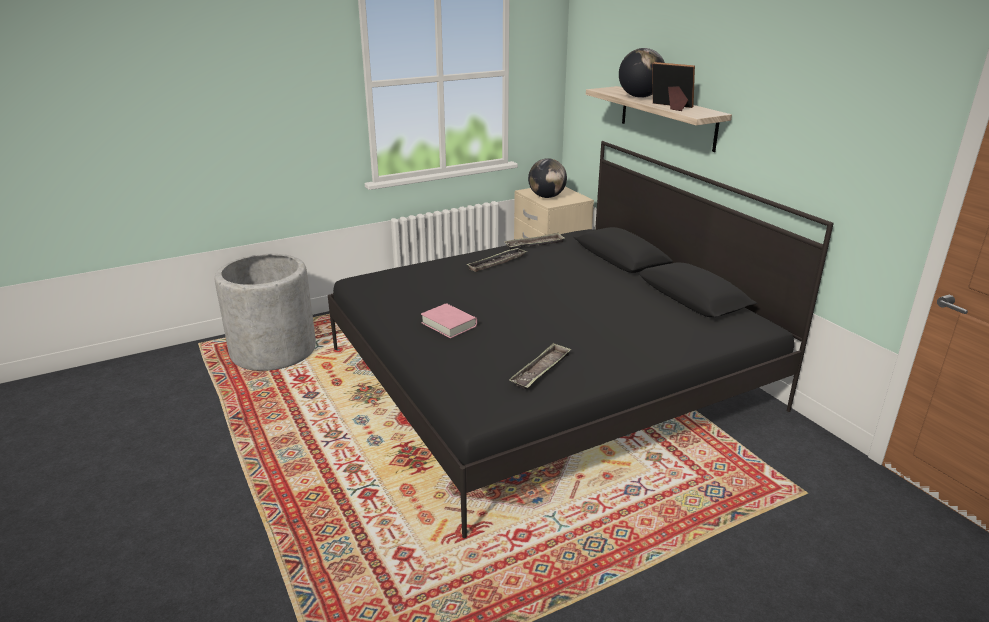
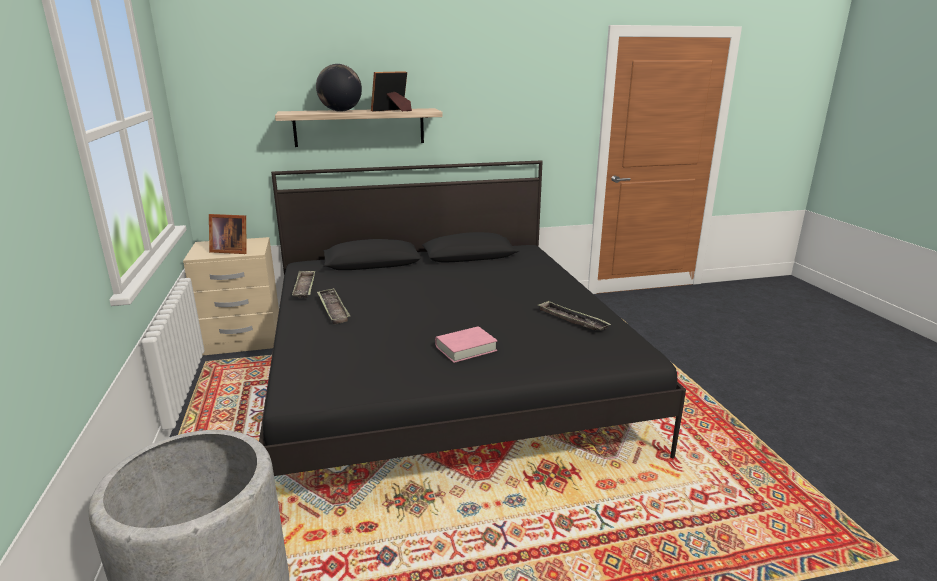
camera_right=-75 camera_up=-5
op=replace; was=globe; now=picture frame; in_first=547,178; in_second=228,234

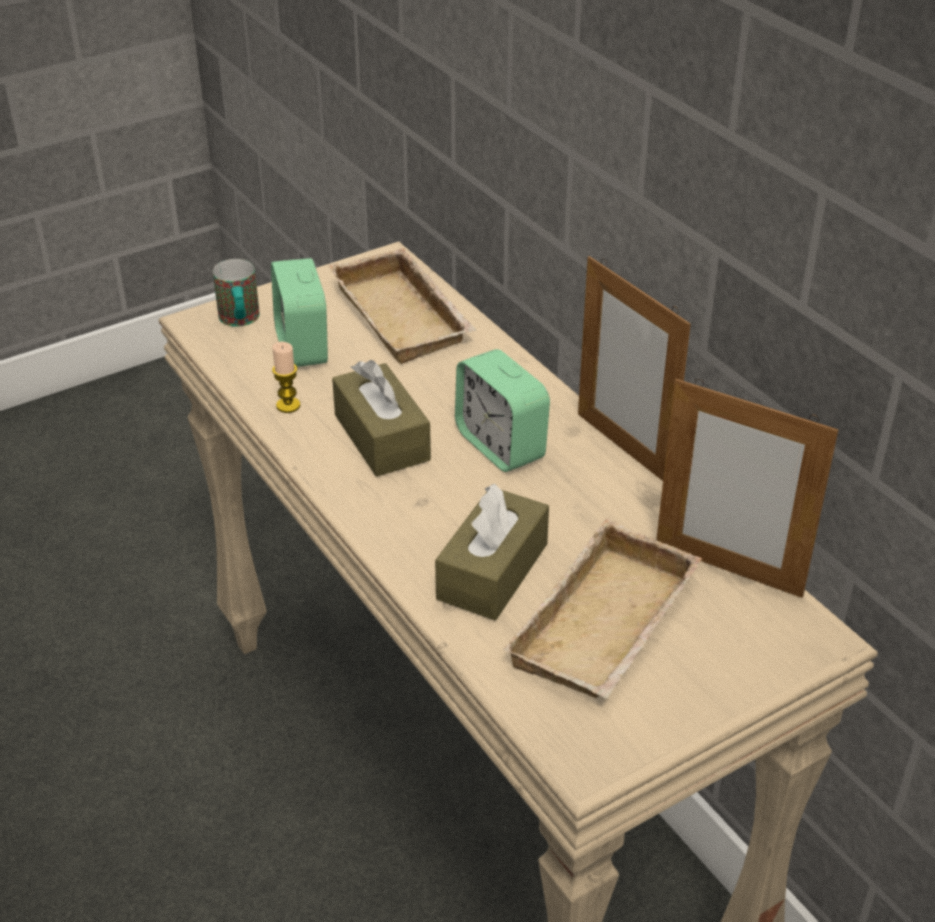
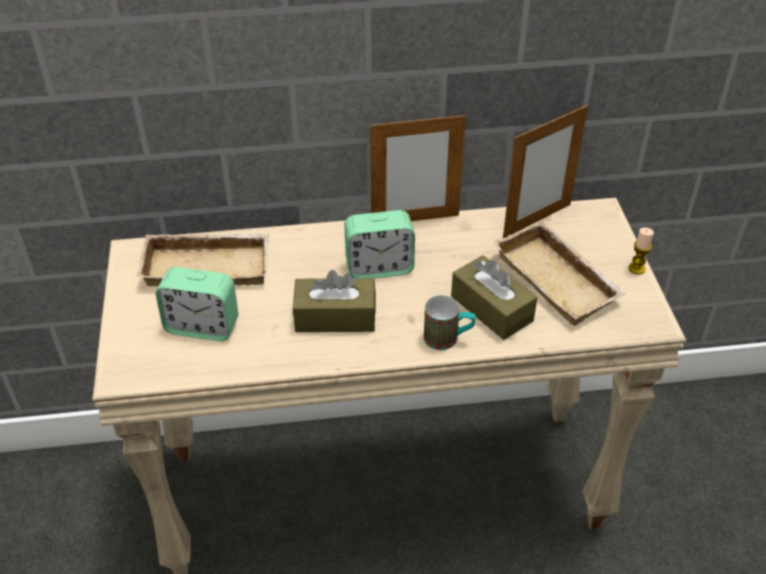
camera_right=-65 camera_up=5
op=move; was=mug; in_first=236,293; in_second=449,322
op=move; was=candle; in_first=286,377; in_second=641,250

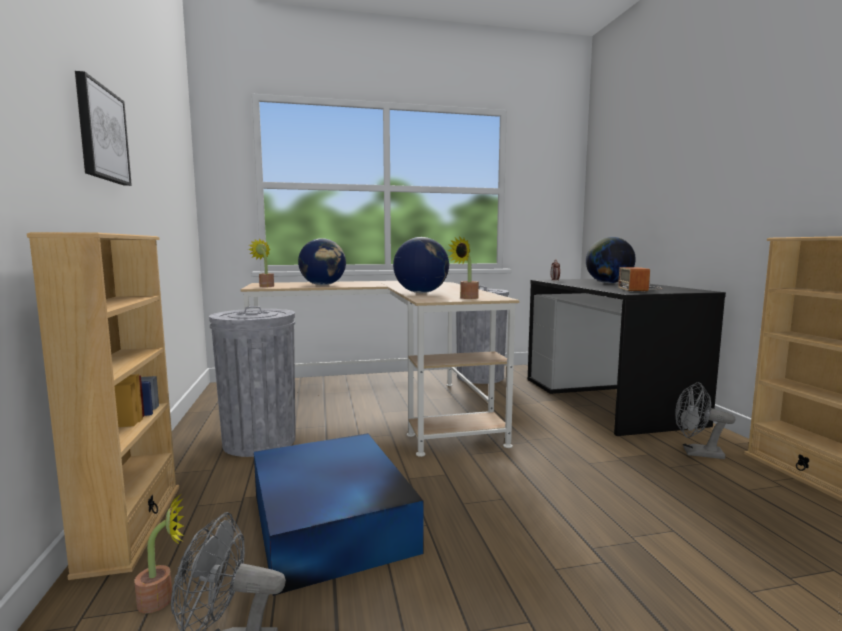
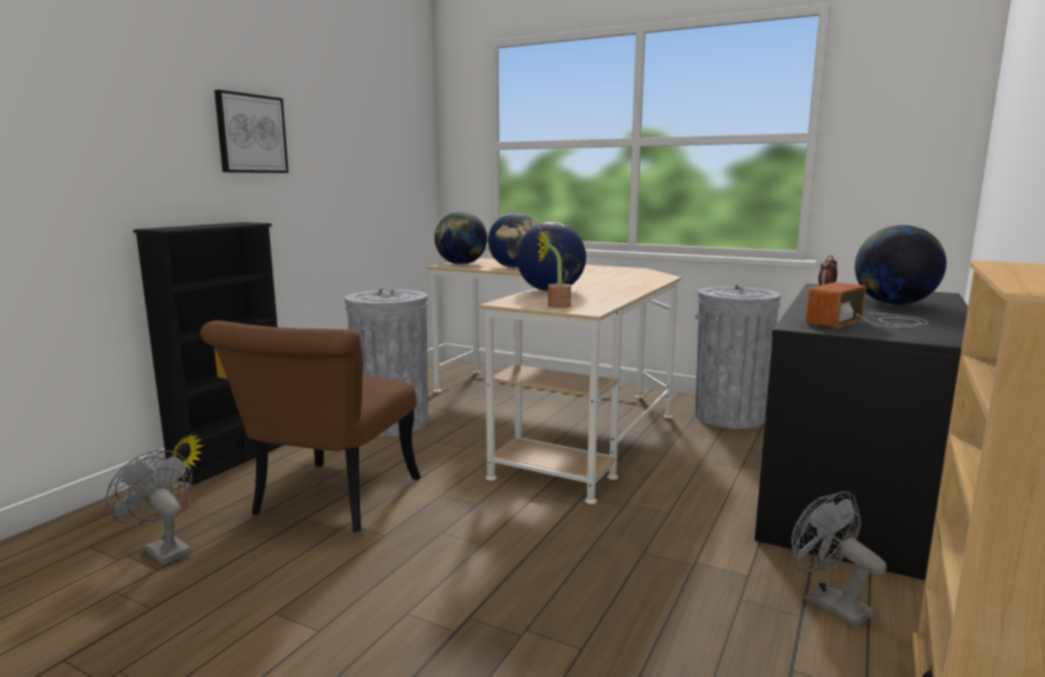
camera_right=40 camera_up=5
op=replace; was=potted plant; now=globe; in_first=261,263; in_second=460,238
op=replace; was=storage box (blue); now=chair (brown); in_first=338,514; in_second=310,426
op=recolor; was=bookcase (beige); now=bookcase (black); in_first=103,406; in_second=208,353

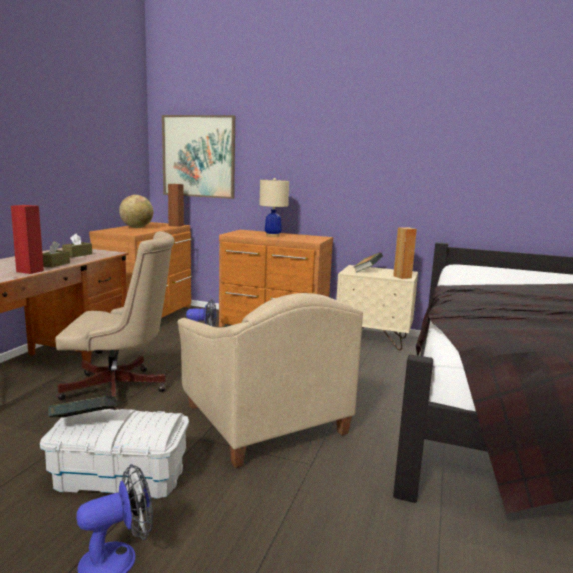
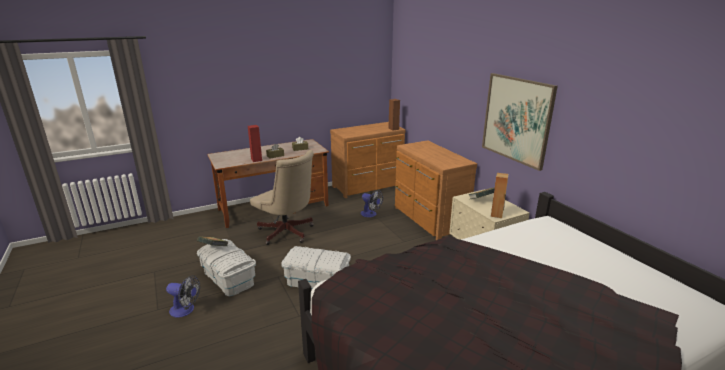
camera_right=45 camera_up=10
op=delete; was=globe; in_first=136,211
op=delete; was=table lamp (beige); in_first=274,207
op=move; was=picture; in_first=198,157; in_second=520,122
op=replace; was=armchair (beige); now=storage box (white); in_first=270,380; in_second=316,267

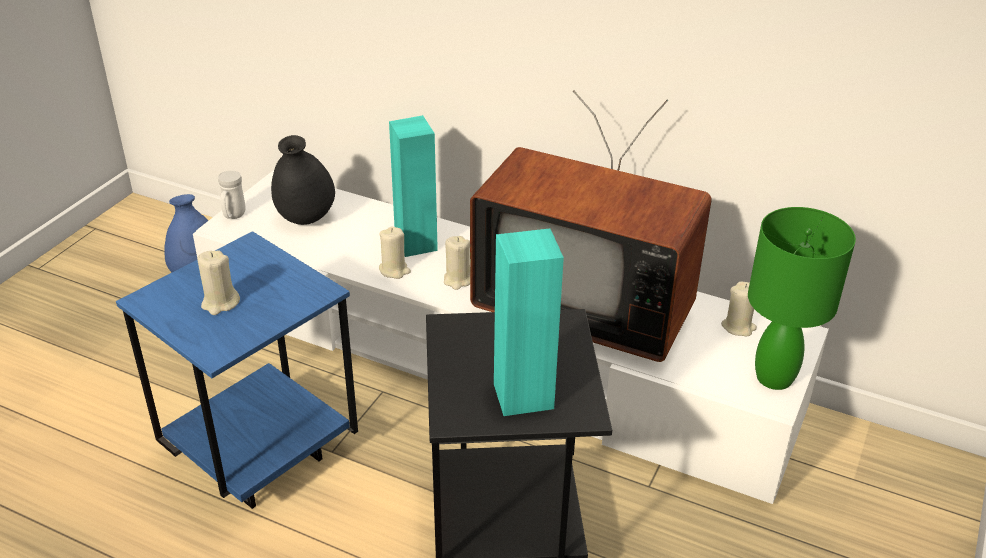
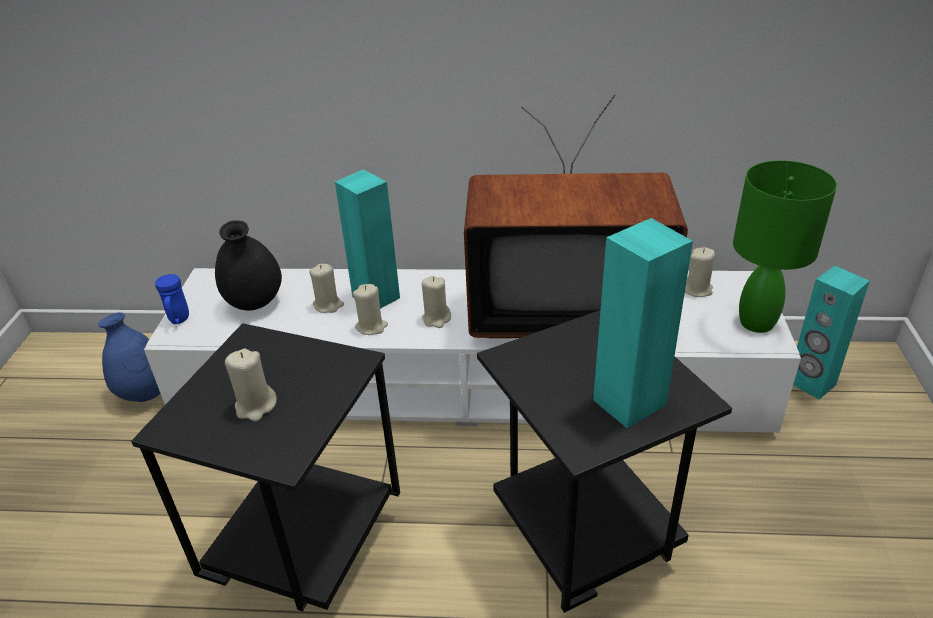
camera_right=-20 camera_up=0
op=insert; now=candle (beige); in_second=326,288
op=insert; now=speaker (turquoise); in_second=831,332
op=recolor; was=side table (blue); now=side table (black); in_first=237,370; in_second=265,467
op=recolor; was=mug (white); now=mug (blue); in_first=231,195; in_second=172,299

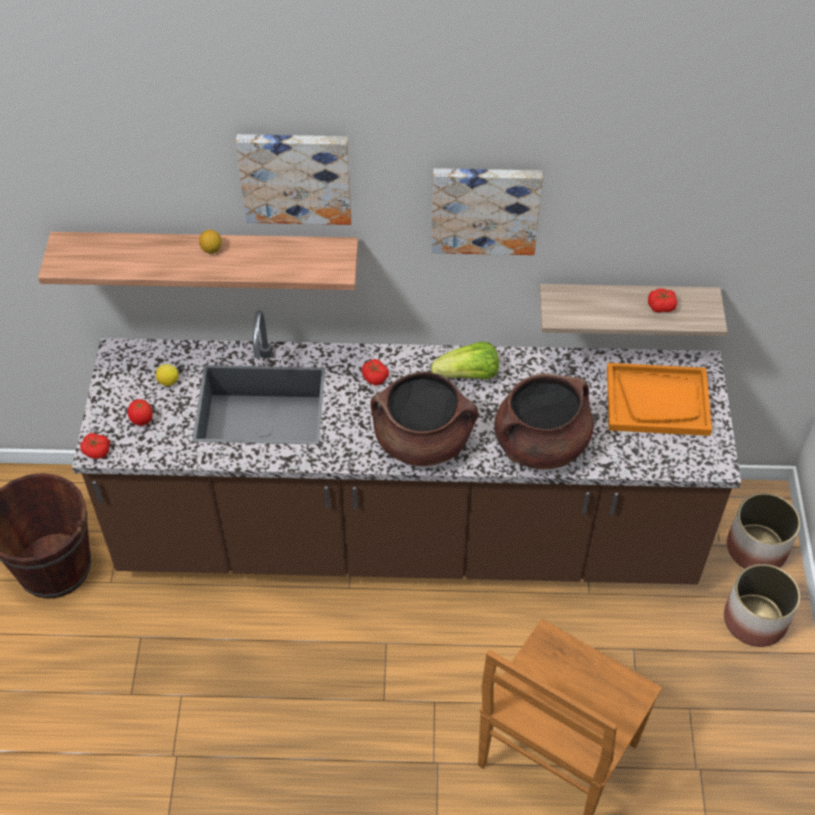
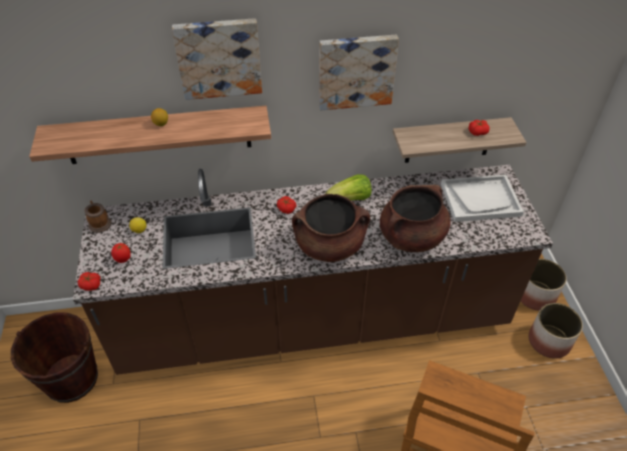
camera_right=-10 camera_up=-5
op=insert; now=mug; in_second=98,216
op=recolor; was=tray (orange); now=tray (white); in_first=659,399; in_second=482,198

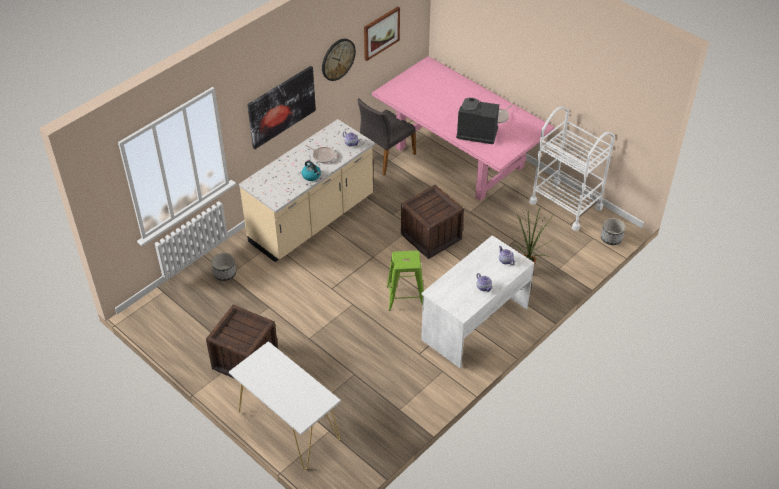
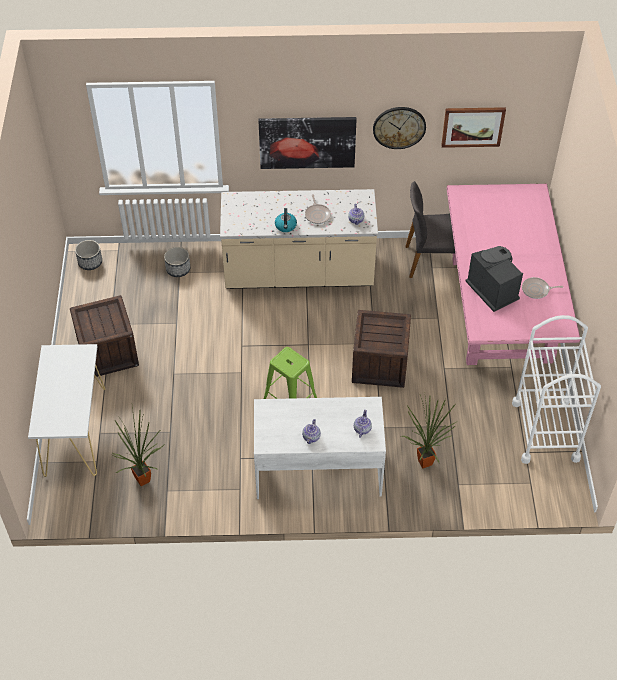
camera_right=45 camera_up=5
op=insert; now=potted plant; in_second=139,446
op=move; was=planter; in_first=613,231; in_second=88,255

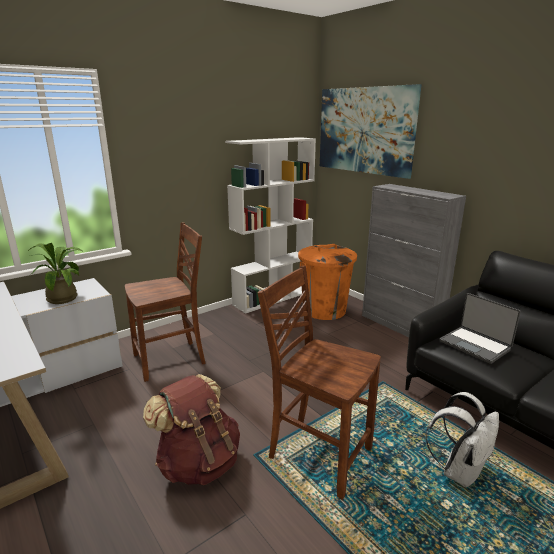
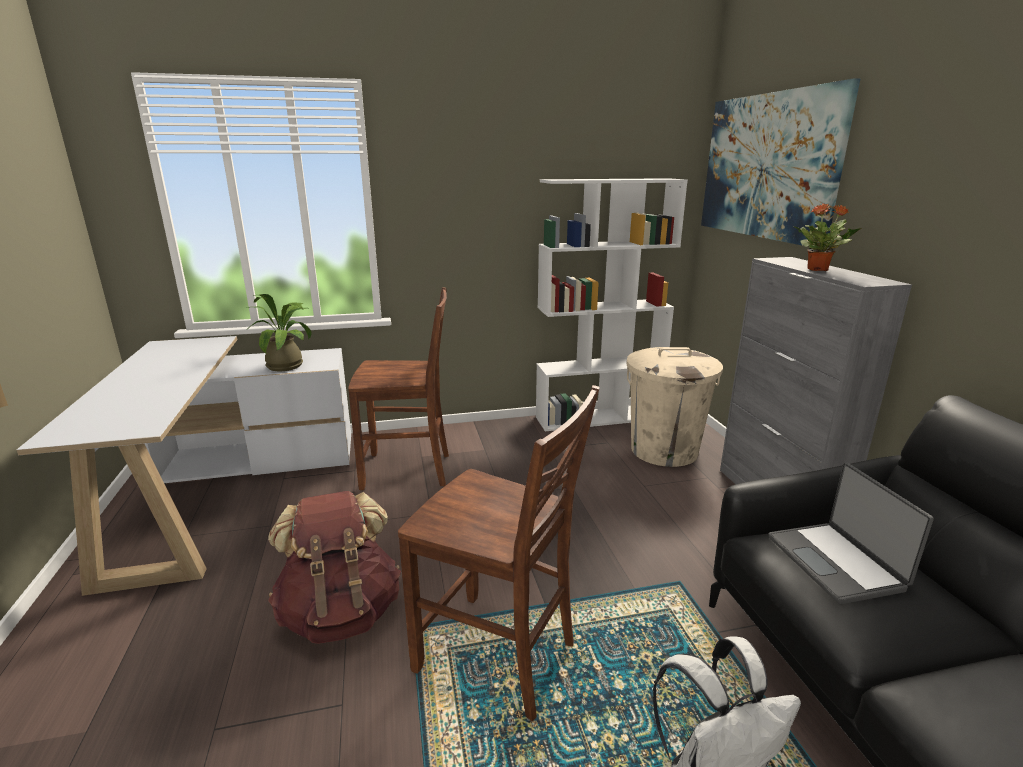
camera_right=25 camera_up=0
op=insert; now=potted plant; in_second=827,237
op=recolor; was=trash can (orange); now=trash can (beige); in_first=327,282; in_second=674,407
op=rotate; was=chair (brown); in_first=319,383; in_second=499,553; clockwise=150

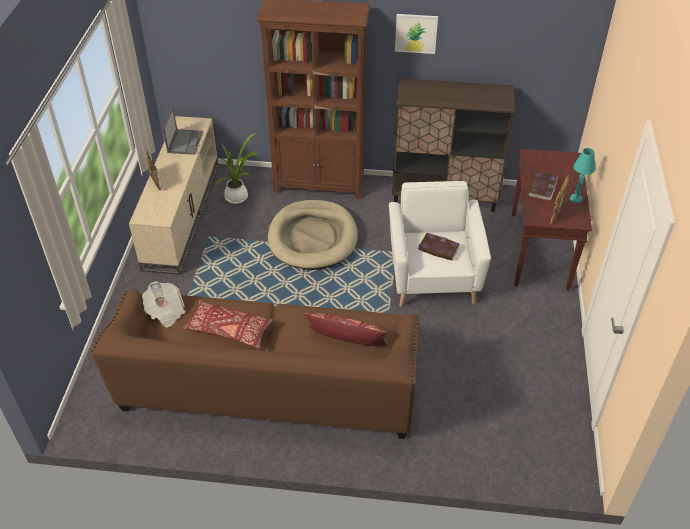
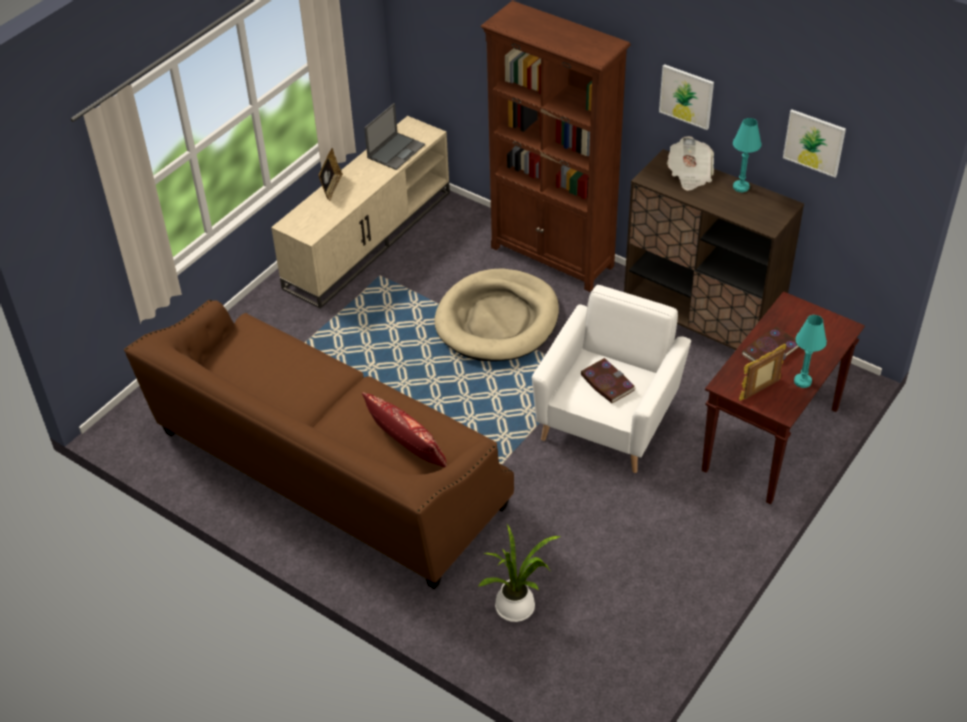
camera_right=30 camera_up=0
op=delete; was=pillow (red); in_first=227,324
op=insert; now=table lamp (turquoise); in_second=747,155
op=insert; now=picture; in_second=814,144
op=move; was=newspaper; in_first=163,304; in_second=690,163
op=move; was=potted plant; in_first=236,168; in_second=520,573

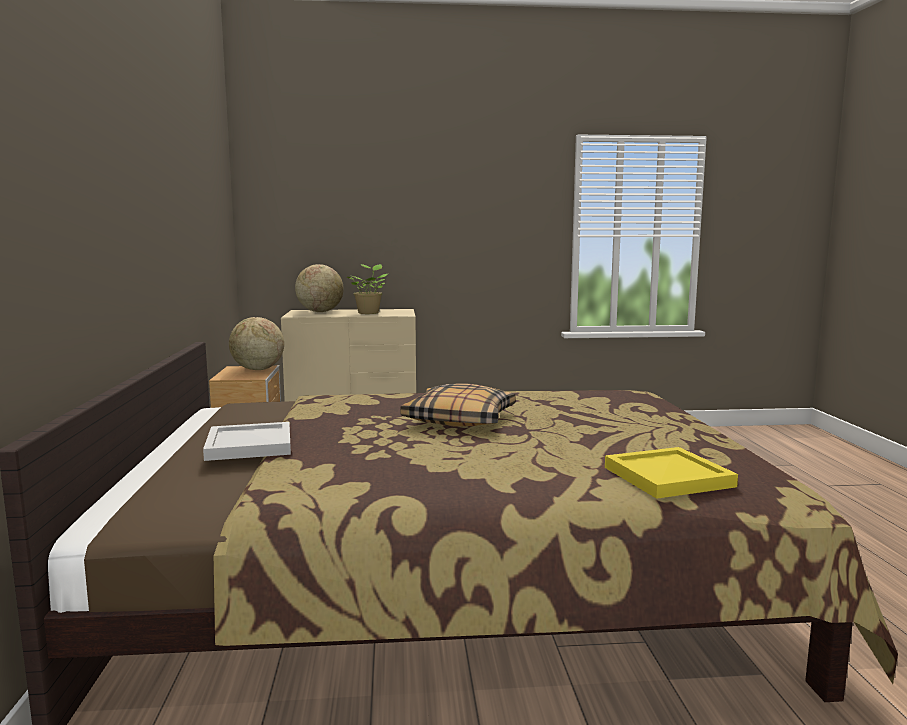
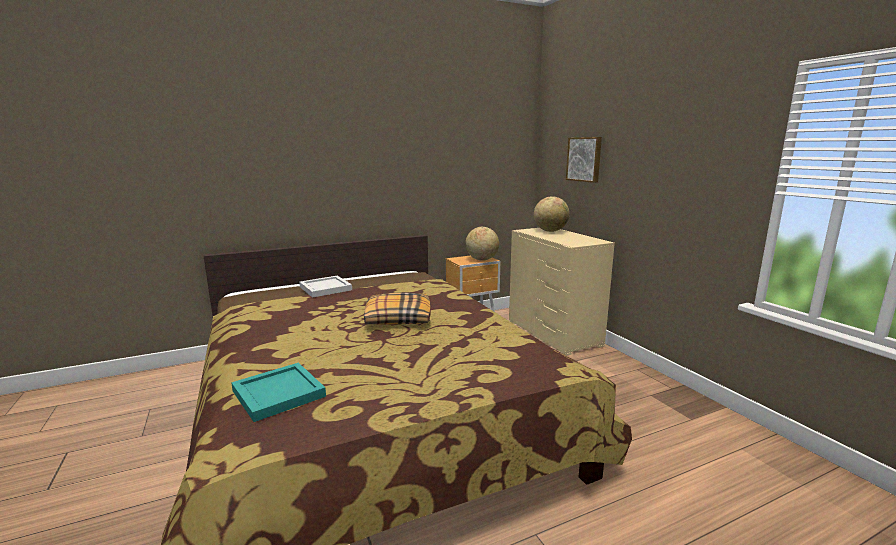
camera_right=70 camera_up=5
op=delete; was=potted plant; in_first=367,289
op=insert; now=picture; in_second=584,160
op=recolor; was=tray (yellow); now=tray (turquoise); in_first=671,473; in_second=278,392

